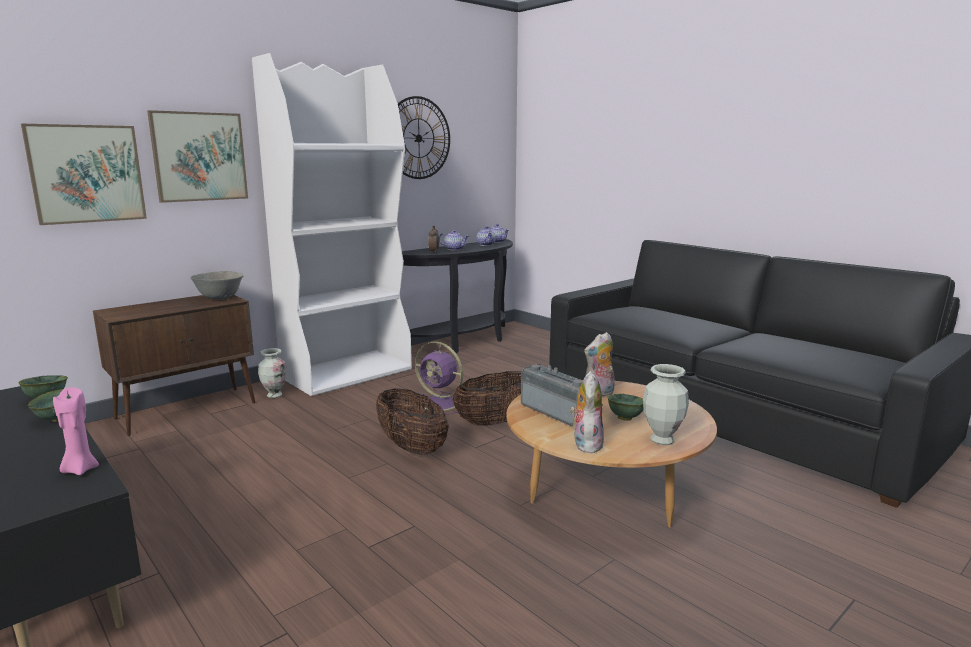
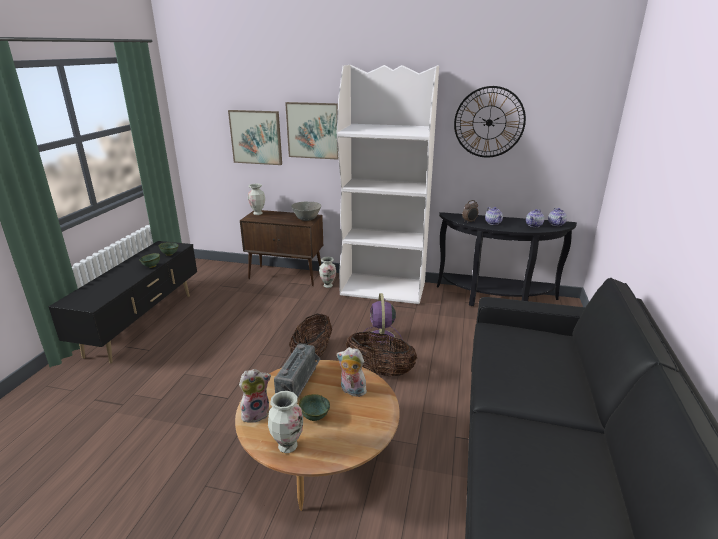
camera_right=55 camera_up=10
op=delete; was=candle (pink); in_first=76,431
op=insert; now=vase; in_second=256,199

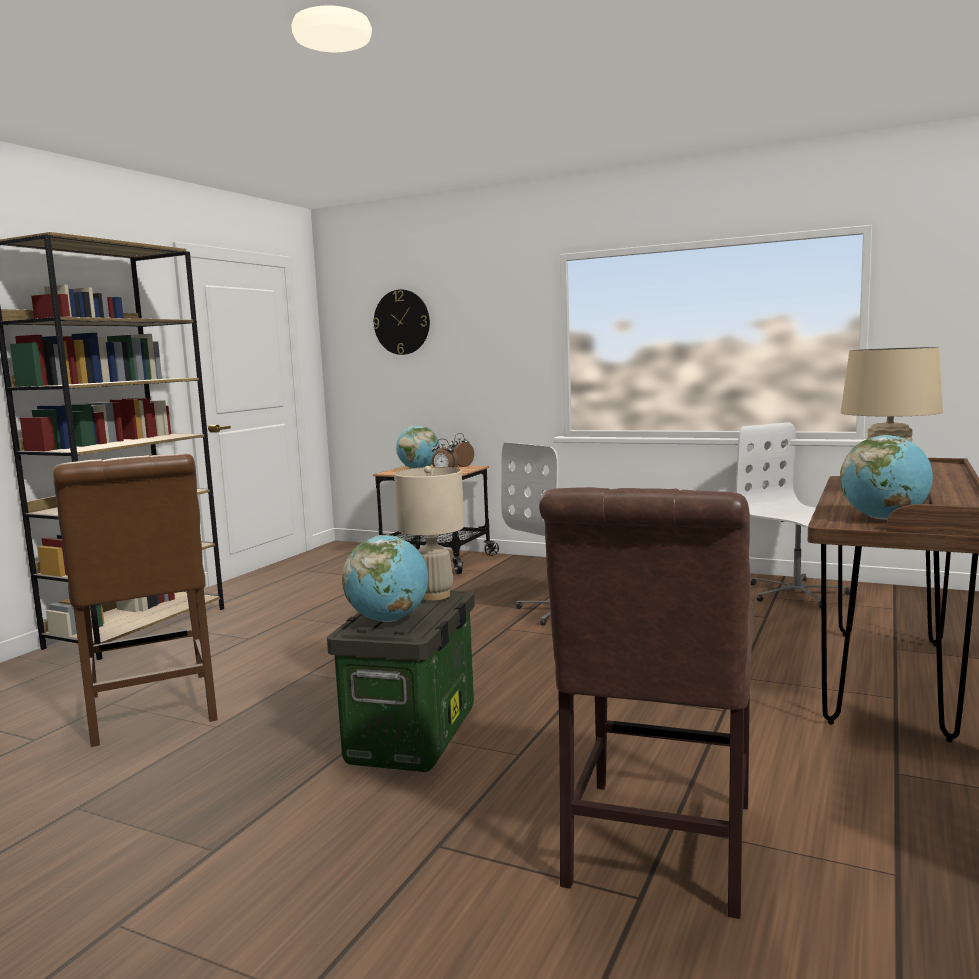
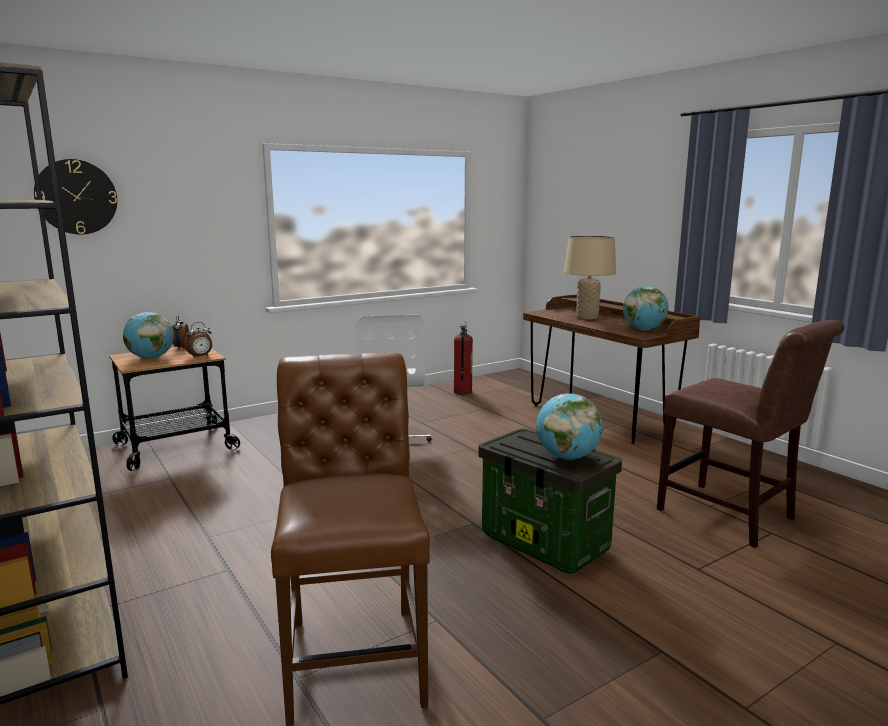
camera_right=-60 camera_up=5
op=delete; was=table lamp (beige); in_first=429,533
op=replace; was=office chair (white); now=fire extinguisher; in_first=793,515; in_second=463,358
op=rotate; was=chair (brown); in_first=135,600; in_second=350,539; clockwise=-105

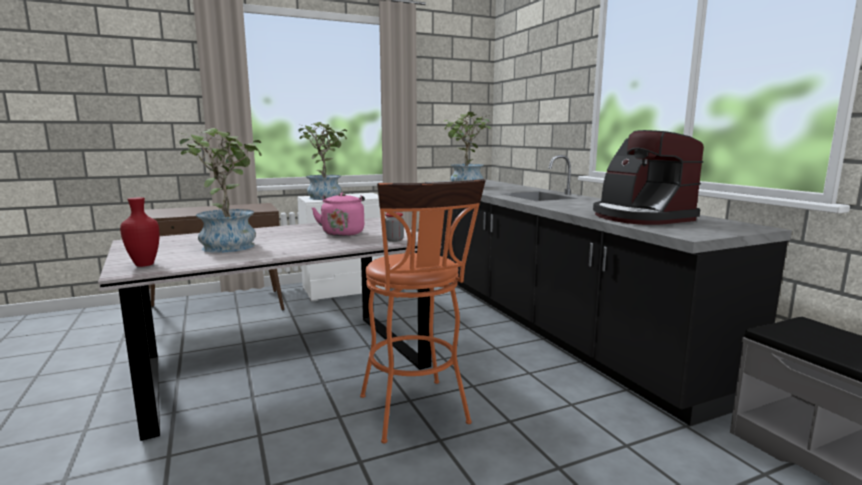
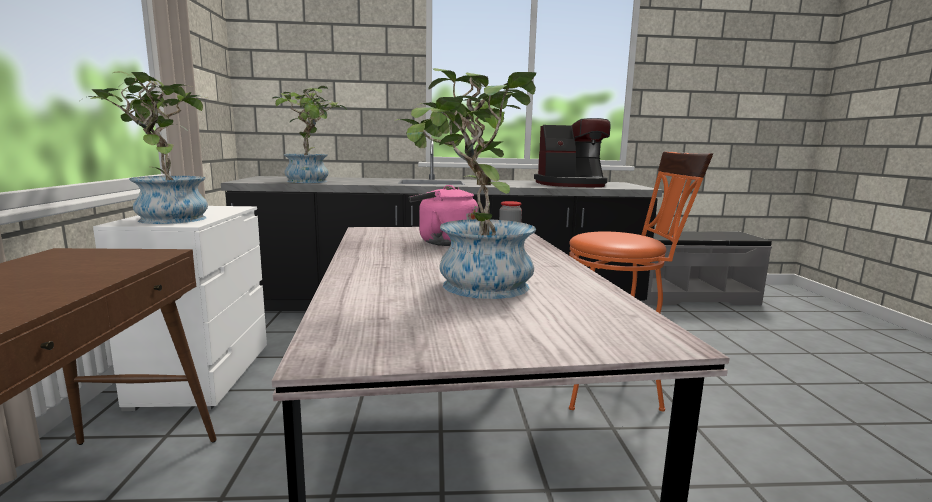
camera_right=-70 camera_up=0
op=delete; was=vase (red); in_first=139,232

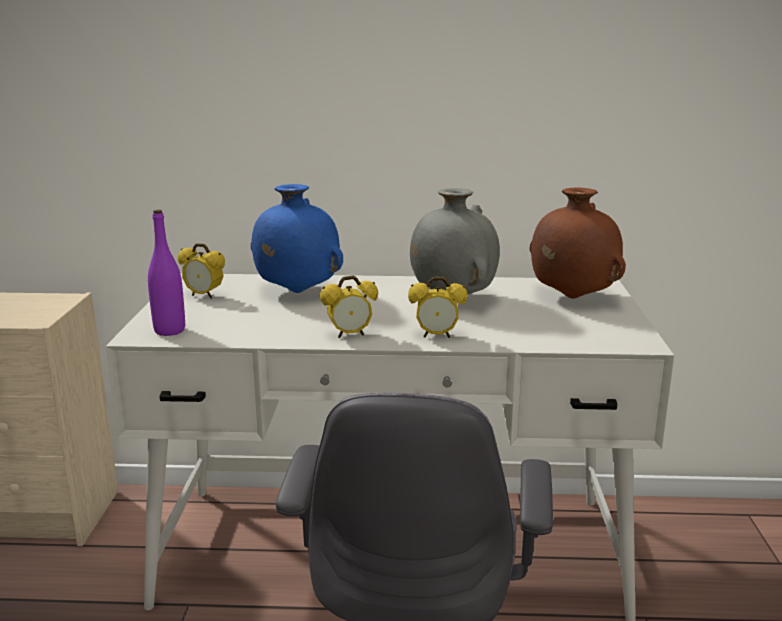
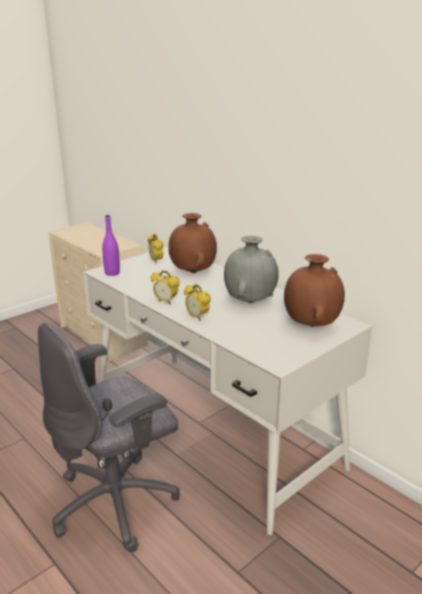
camera_right=45 camera_up=5
op=recolor; was=vase (blue); now=vase (brown); in_first=297,238; in_second=192,243

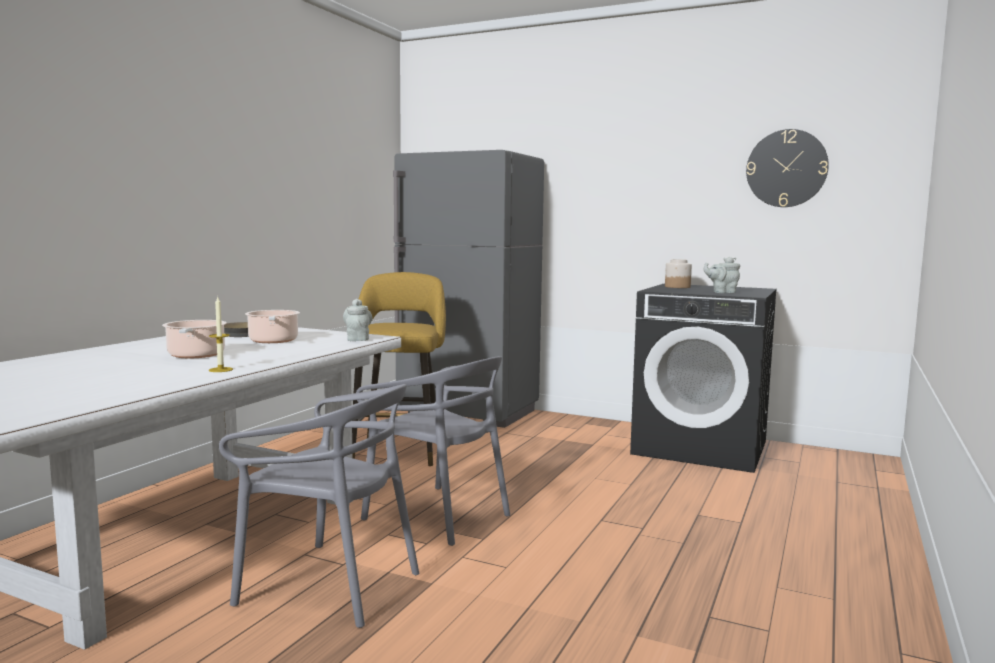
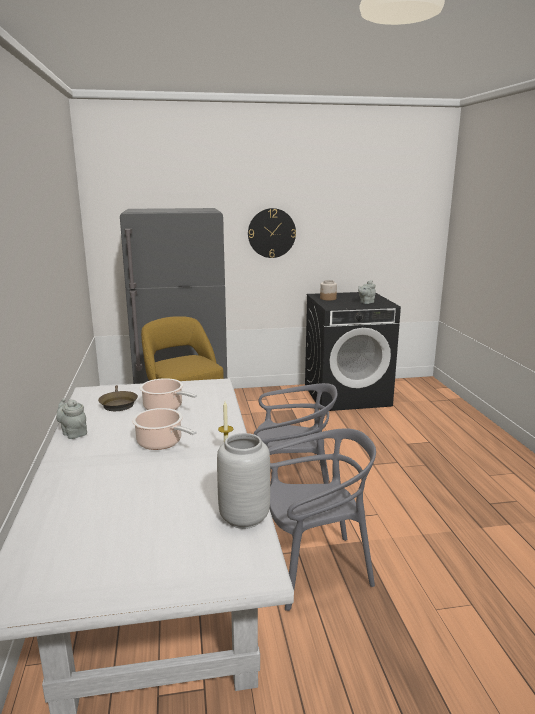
camera_right=-35 camera_up=10
op=insert; now=vase (grey); in_second=243,481
op=move; was=teapot (grey); in_first=358,320; in_second=71,418
op=move; was=wall clock; in_first=787,168; in_second=272,233

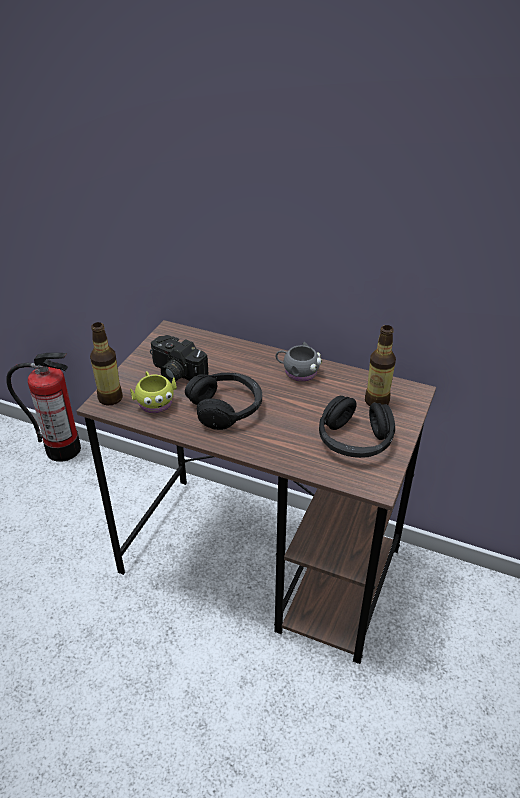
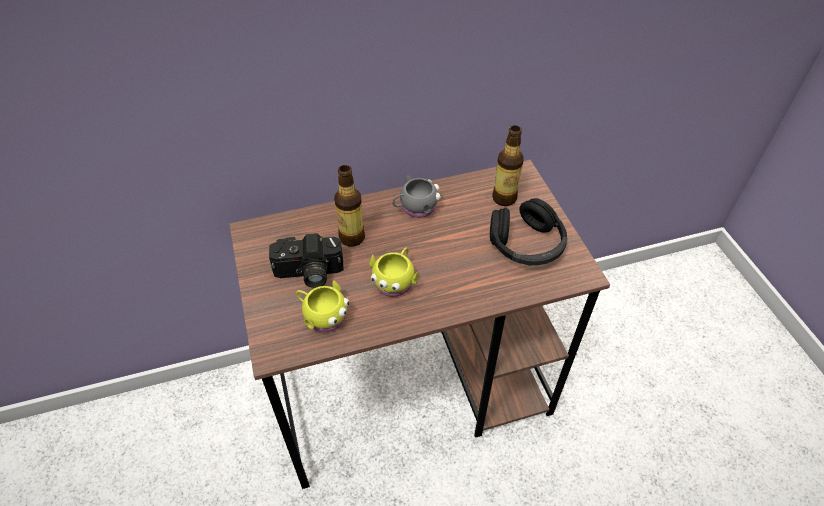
camera_right=-40 camera_up=10
op=delete; was=fire extinguisher; in_first=43,407
op=move; was=bottle; in_first=106,364; in_second=349,206
op=replace; was=headphones (black); now=mug (yellow); in_first=223,401; in_second=393,272

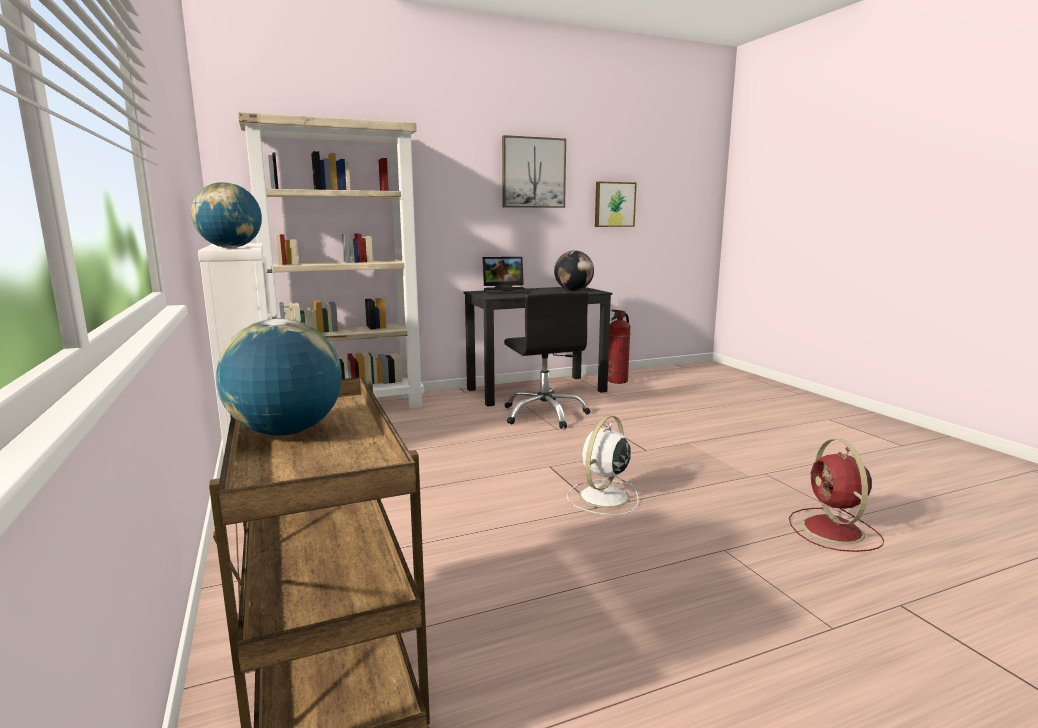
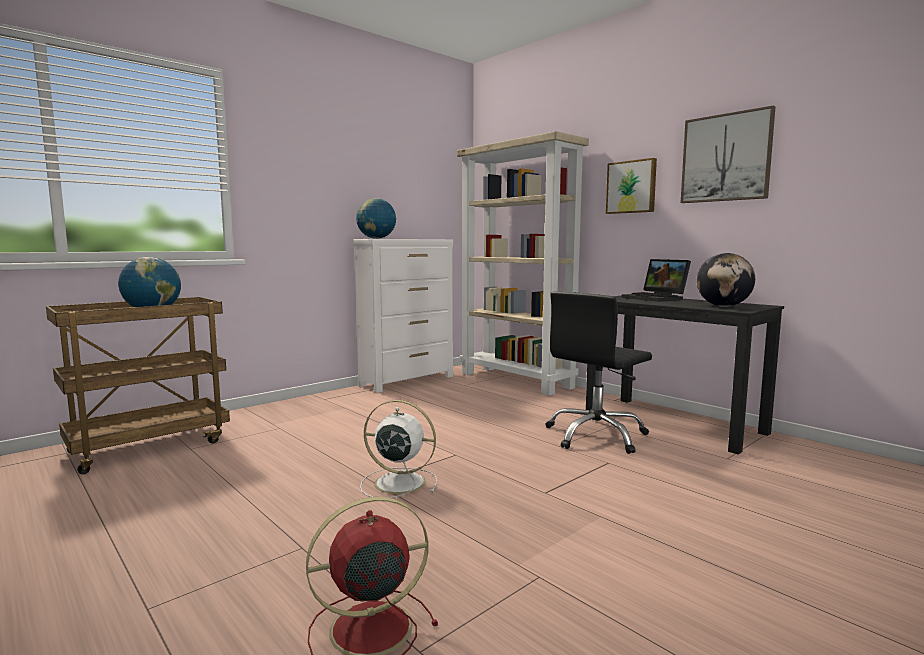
camera_right=70 camera_up=-5
op=delete; was=fire extinguisher; in_first=619,347
op=move; was=picture; in_first=616,204; in_second=631,186

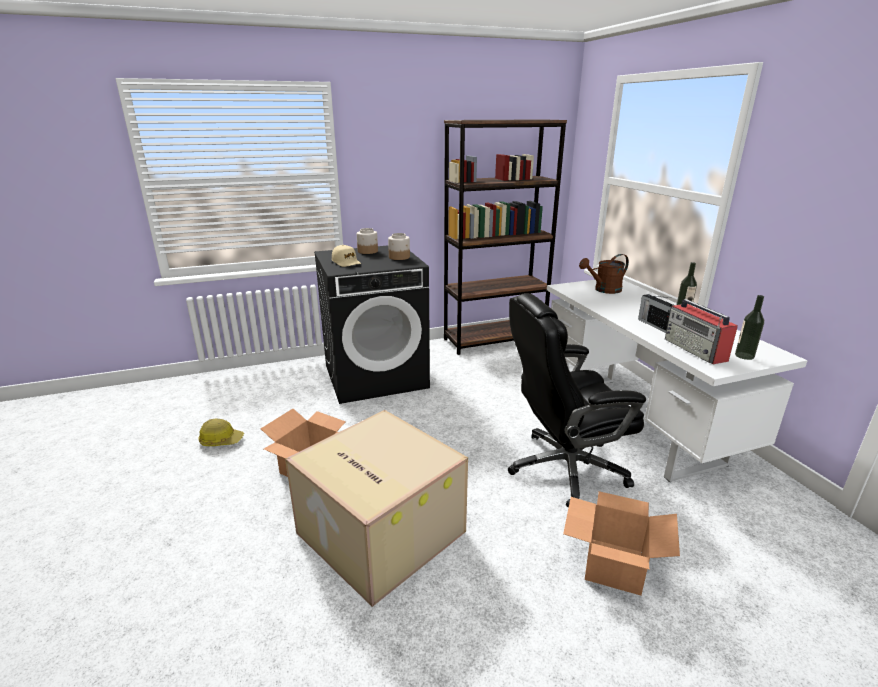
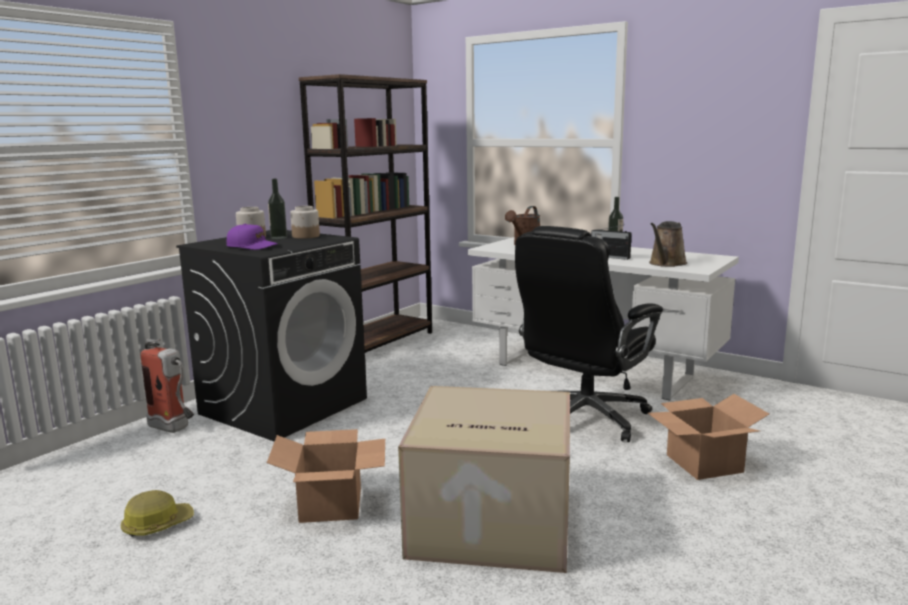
camera_right=-35 camera_up=-10
op=insert; now=fire extinguisher; in_second=167,386
op=move; was=bottle; in_first=749,327; in_second=277,209
op=replace; was=radio; now=watering can (brown); in_first=701,331; in_second=668,244
op=recolor; was=cap (beige); now=cap (purple); in_first=346,256; in_second=252,237

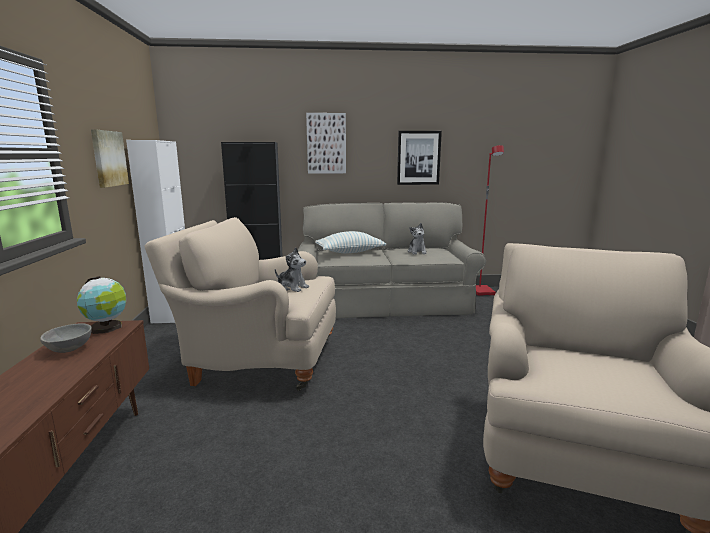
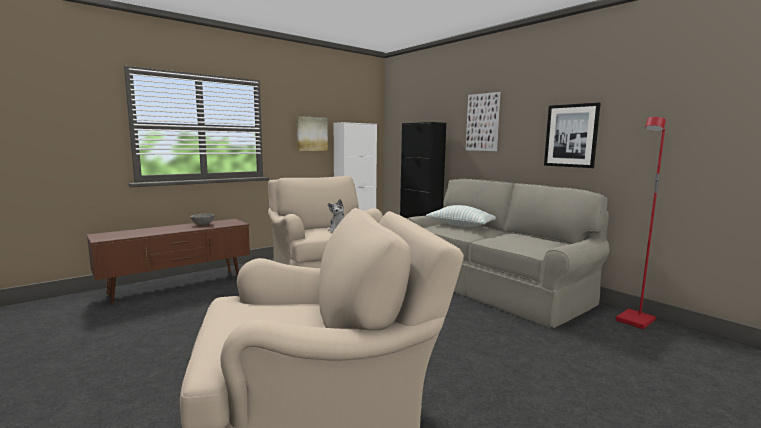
camera_right=55 camera_up=-5
op=delete; was=globe; in_first=101,305
op=delete; was=plush toy; in_first=417,238

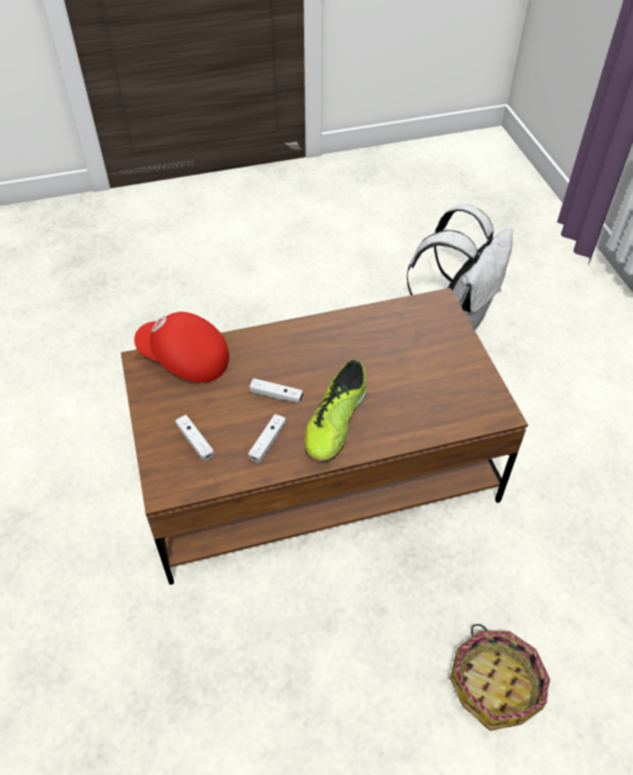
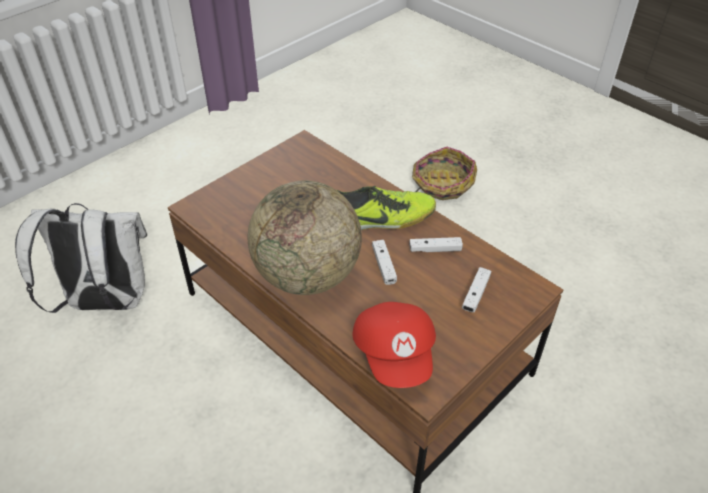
camera_right=-120 camera_up=-5
op=insert; now=globe; in_second=305,237

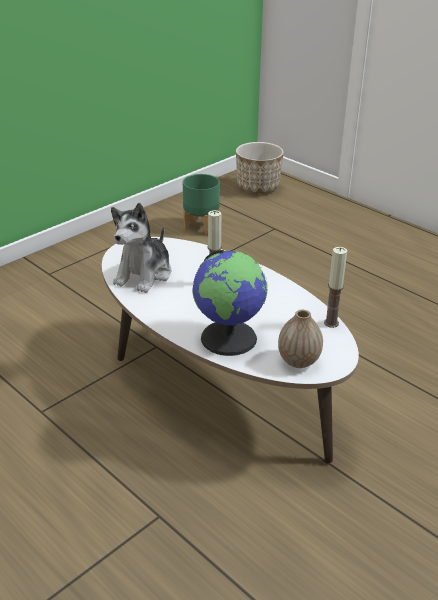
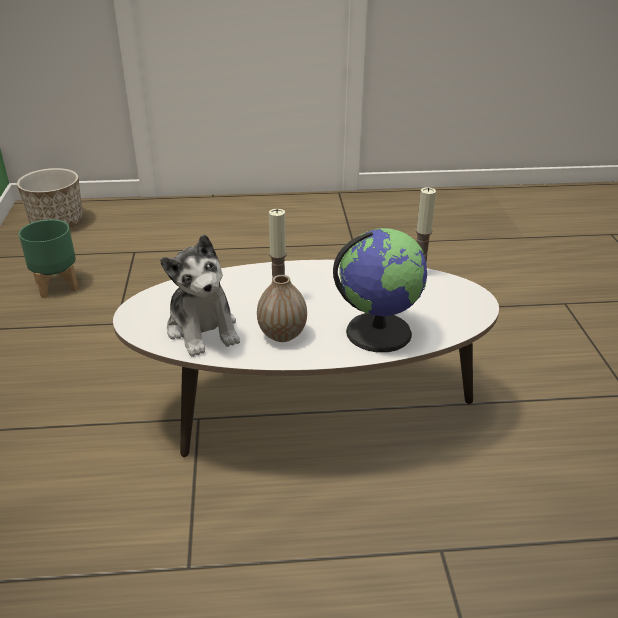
camera_right=-50 camera_up=0
op=move; was=vase; in_first=300,339; in_second=282,308

